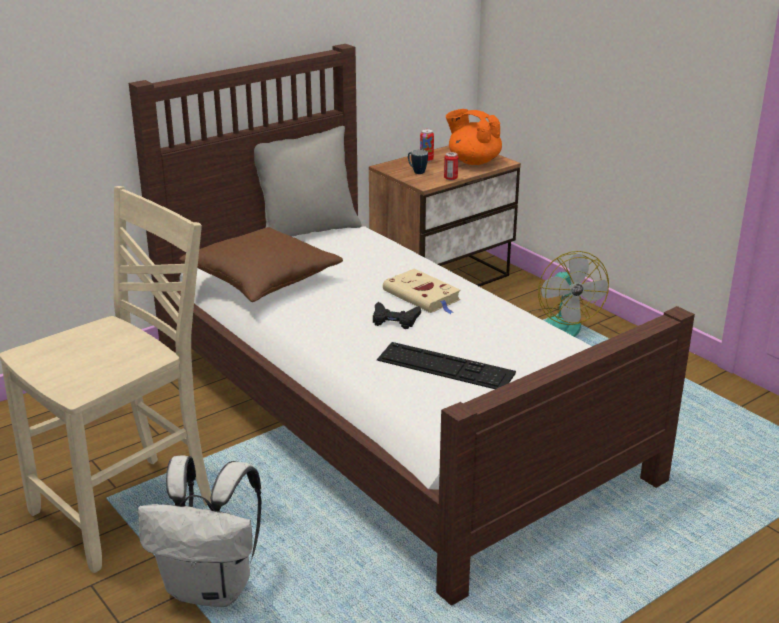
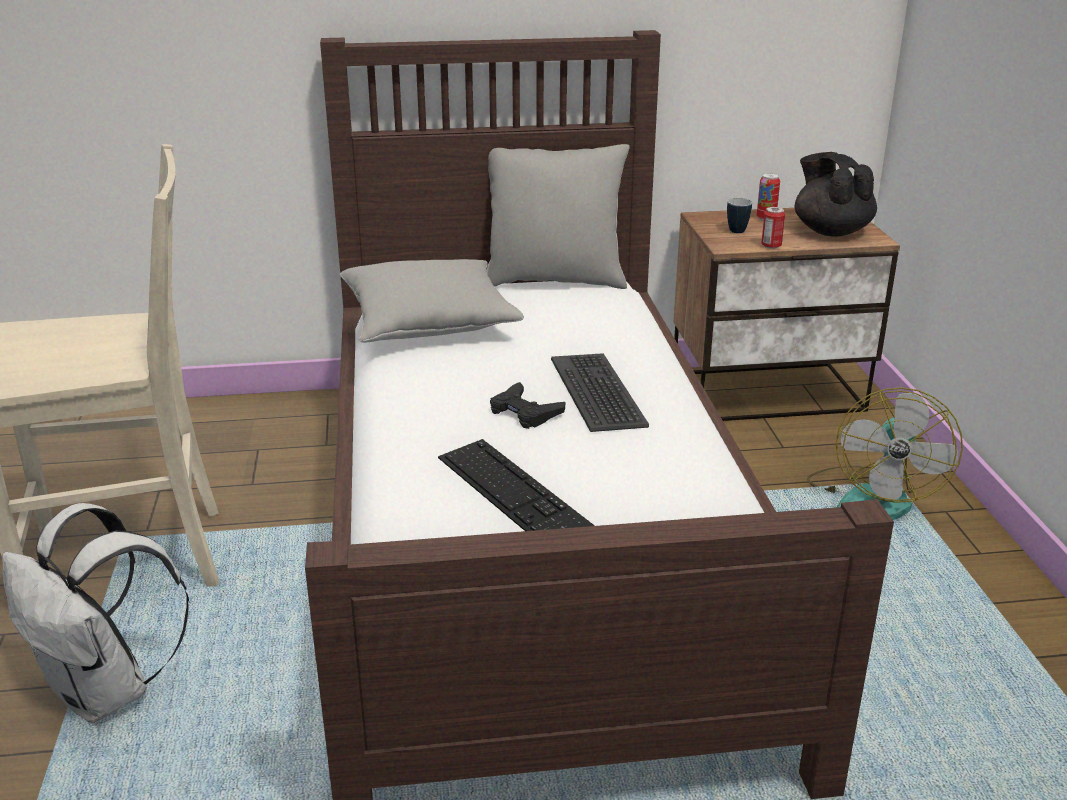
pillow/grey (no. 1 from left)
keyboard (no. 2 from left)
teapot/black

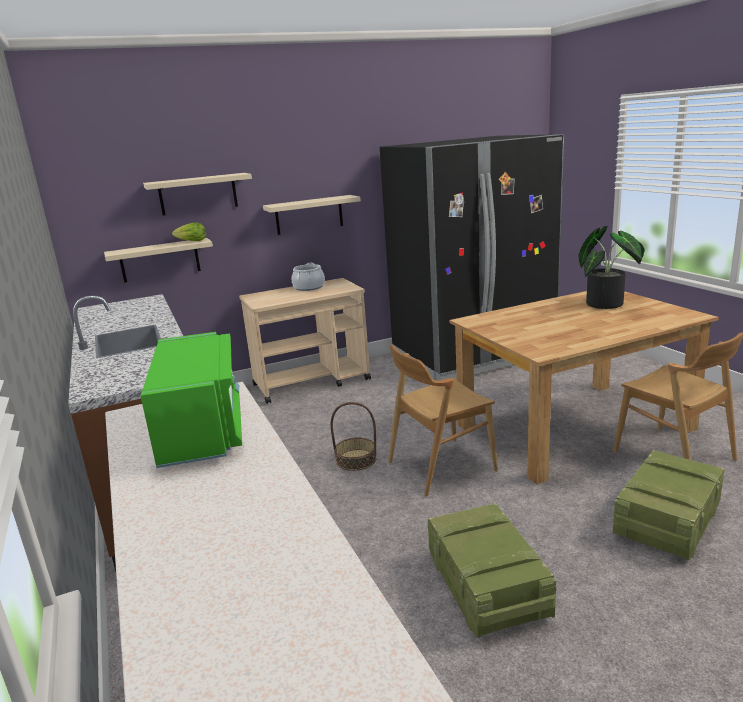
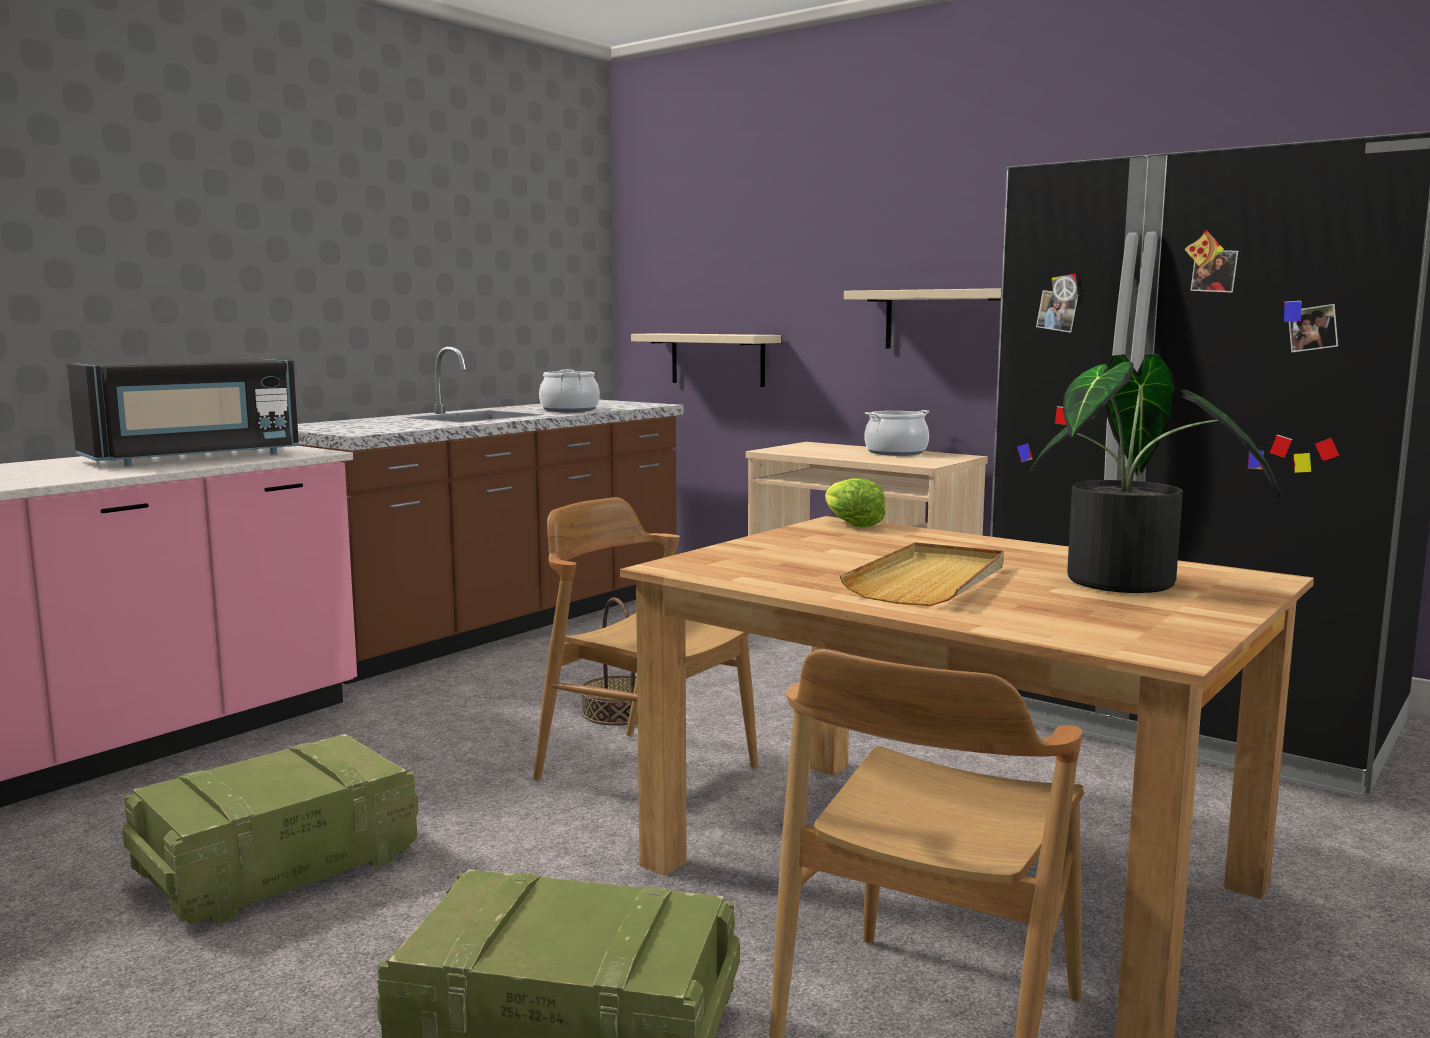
microwave/black
cooking pot (no. 1 from left)
lettuce
tray/beige
shelf/beige (no. 2 from left in the first image)

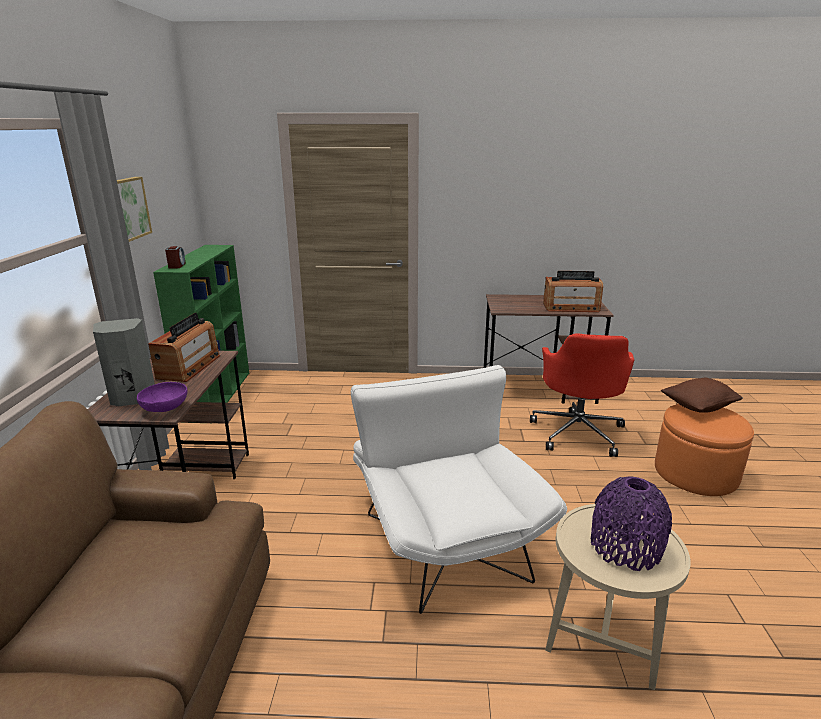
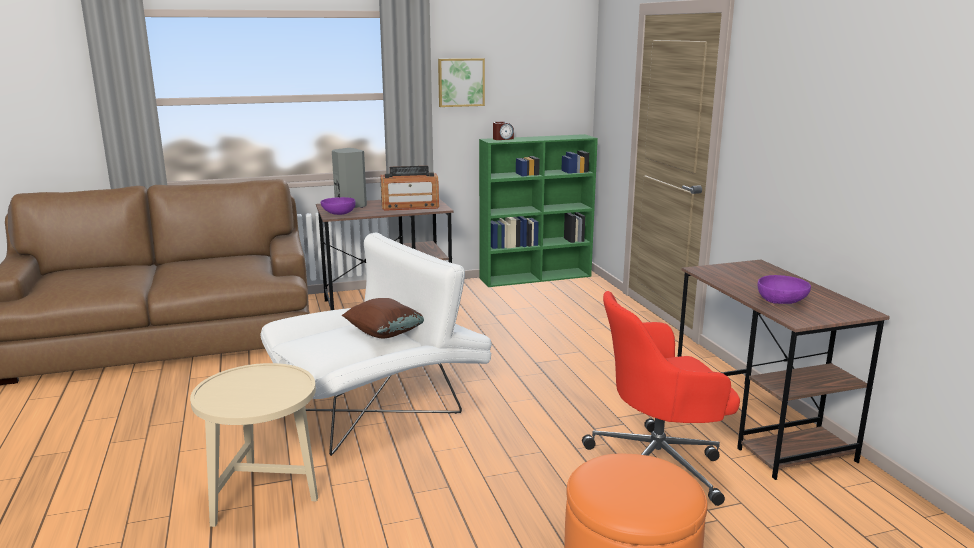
pillow/brown
bowl/purple (no. 2 from left)
vase/purple

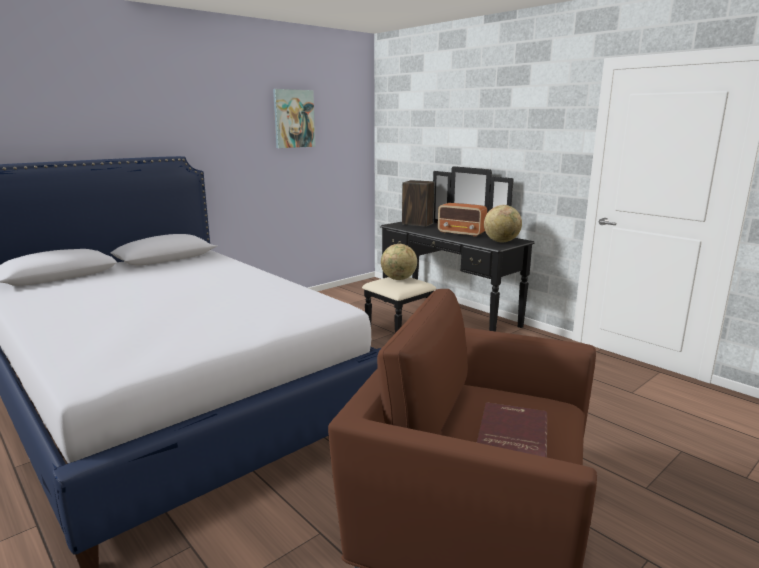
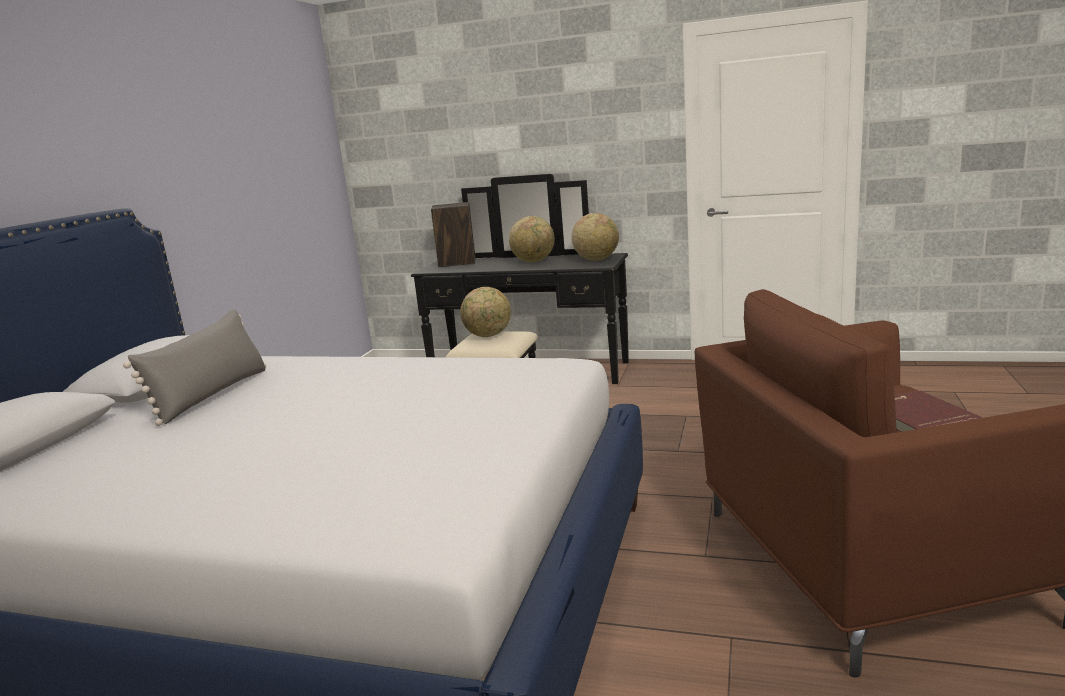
pillow/grey
globe (no. 2 from left)
picture

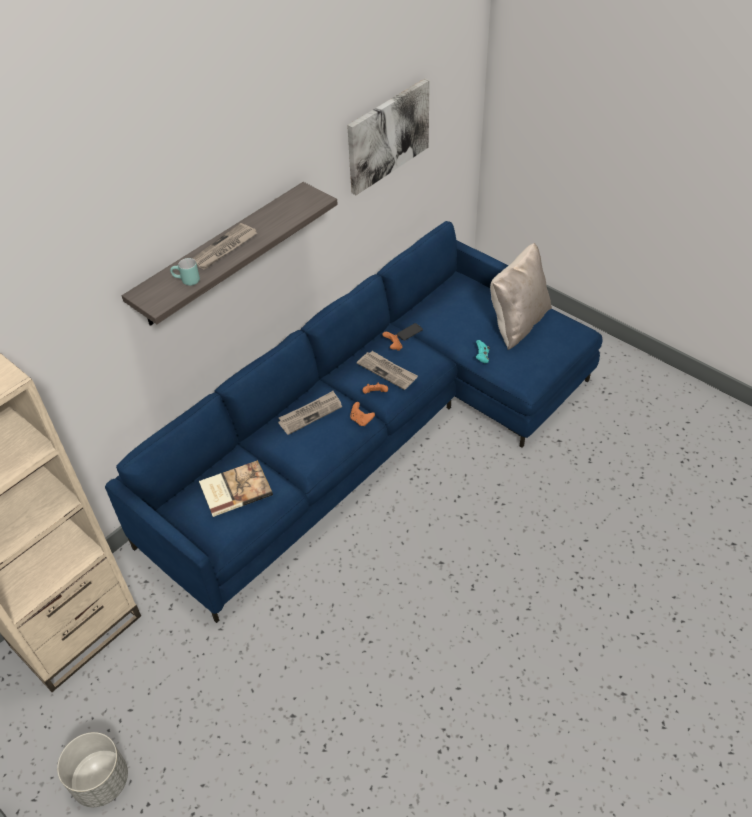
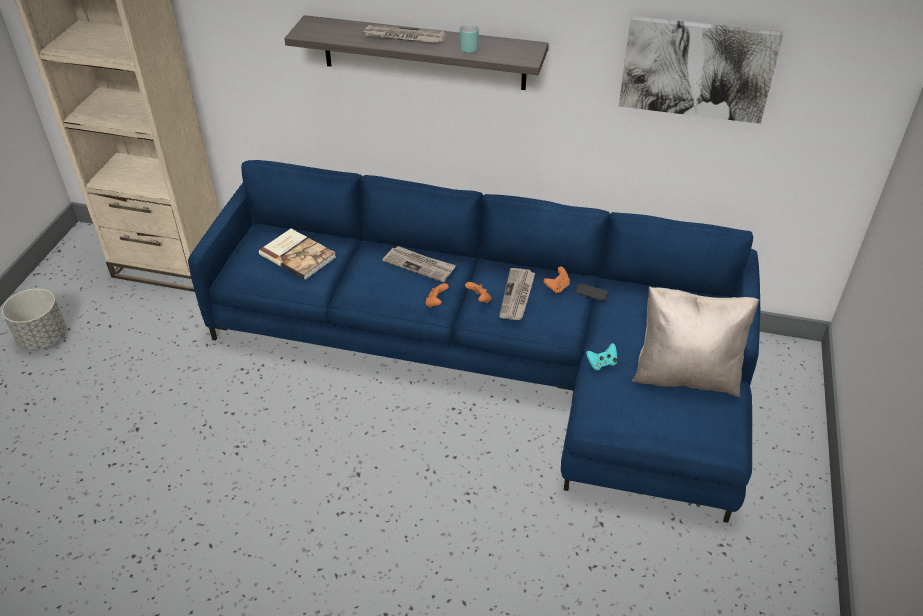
mug/turquoise

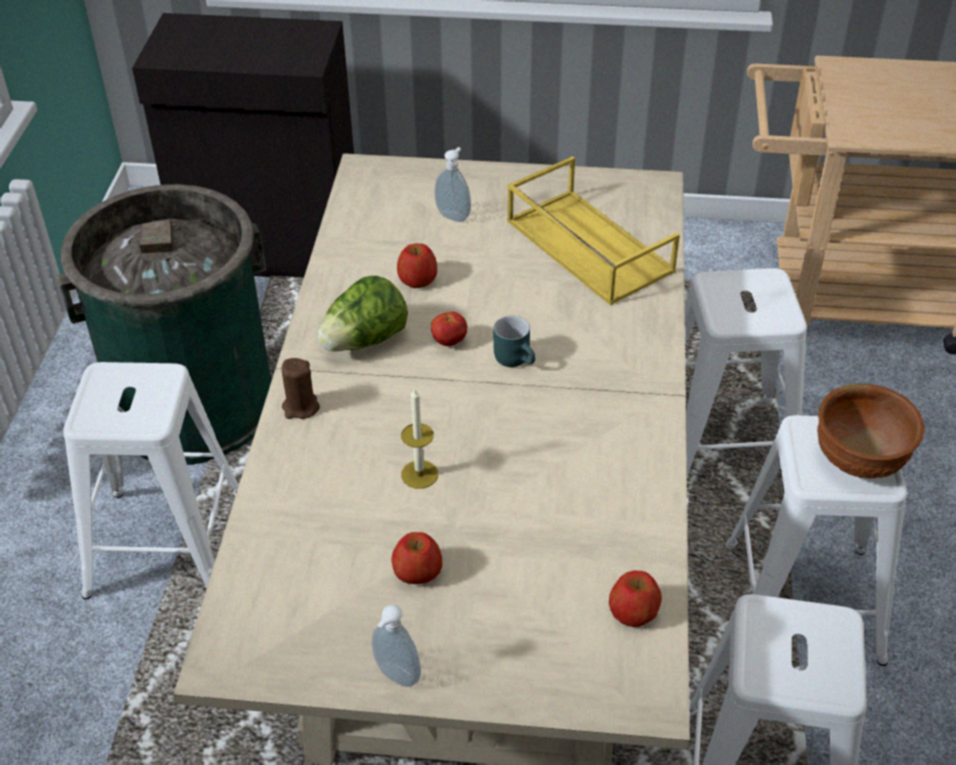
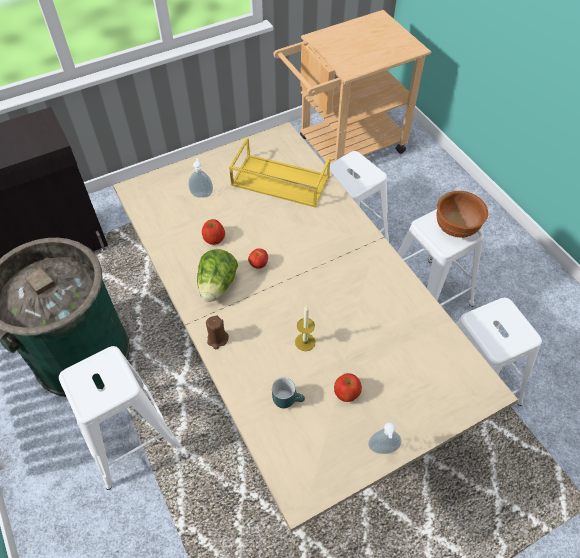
mug/turquoise
apple (no. 3 from left in the first image)

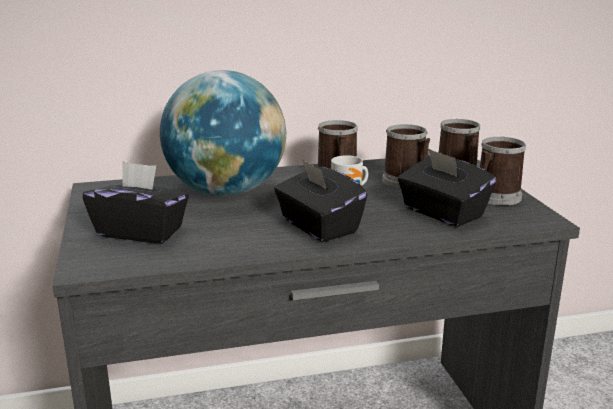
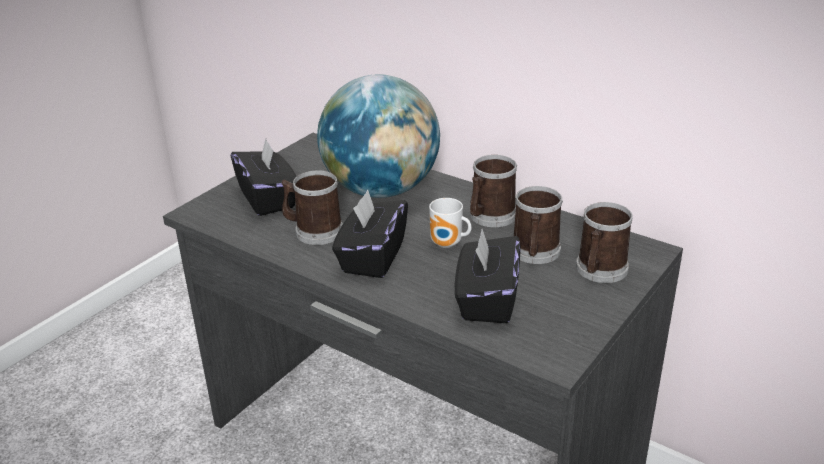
mug (no. 1 from left)

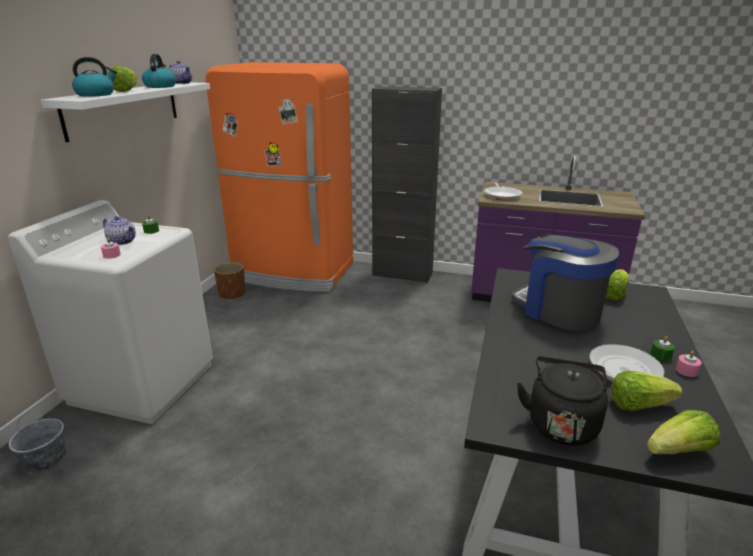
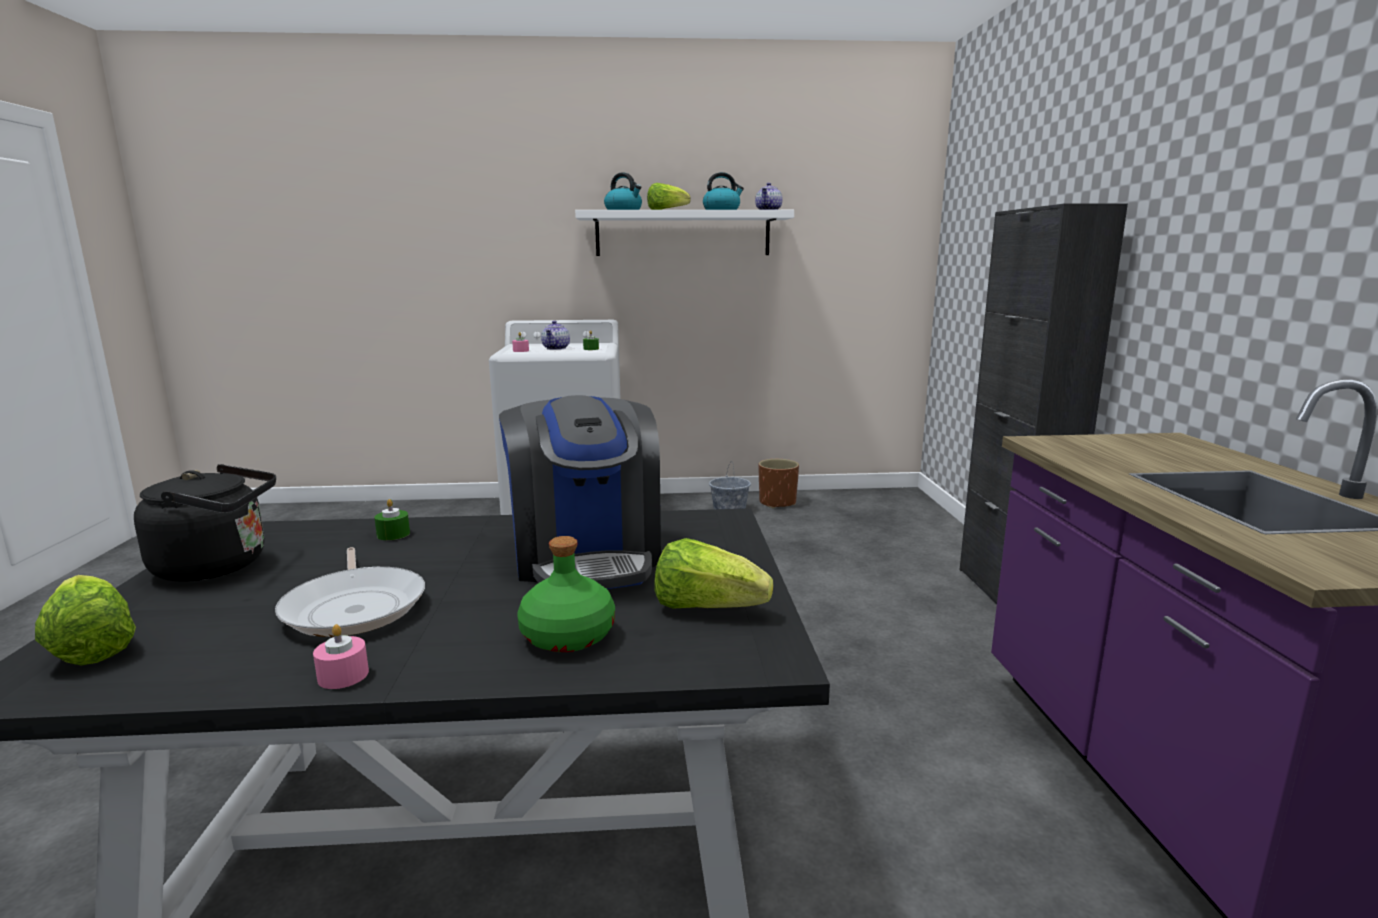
candle/green (no. 1 from left)
coffee machine
bottle/green
bucket/grey
fridge/orange
frying pan (no. 1 from left in the first image)
lettuce (no. 3 from left in the first image)

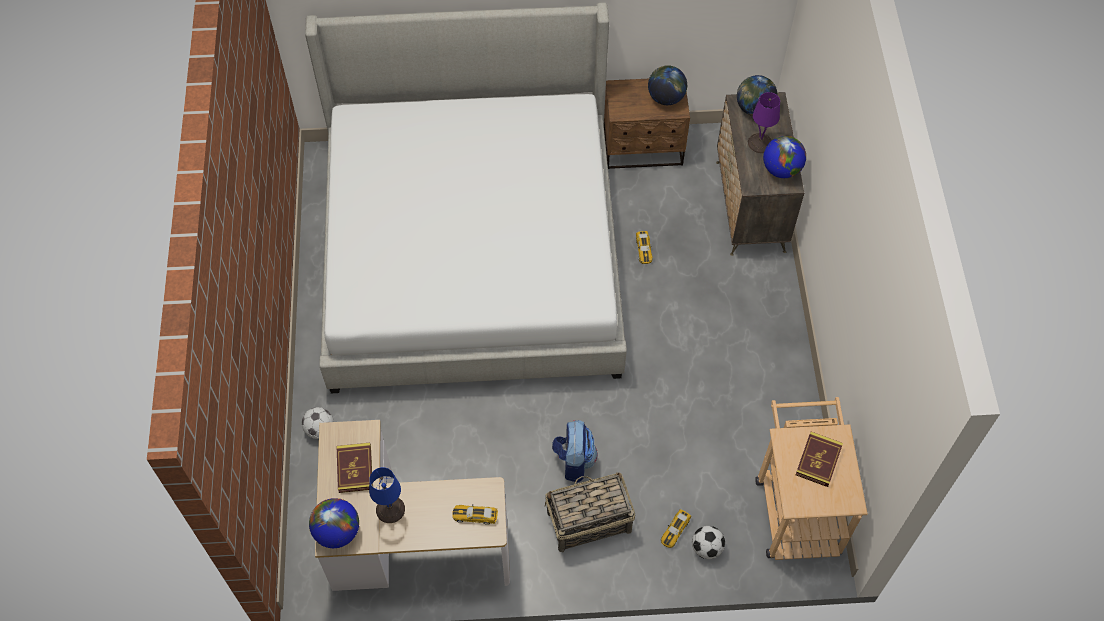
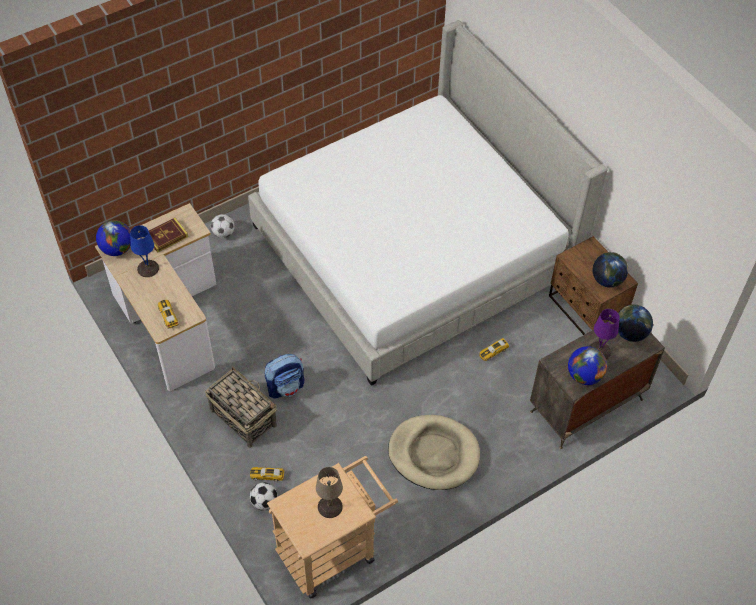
table lamp/beige
dog bed/beige

